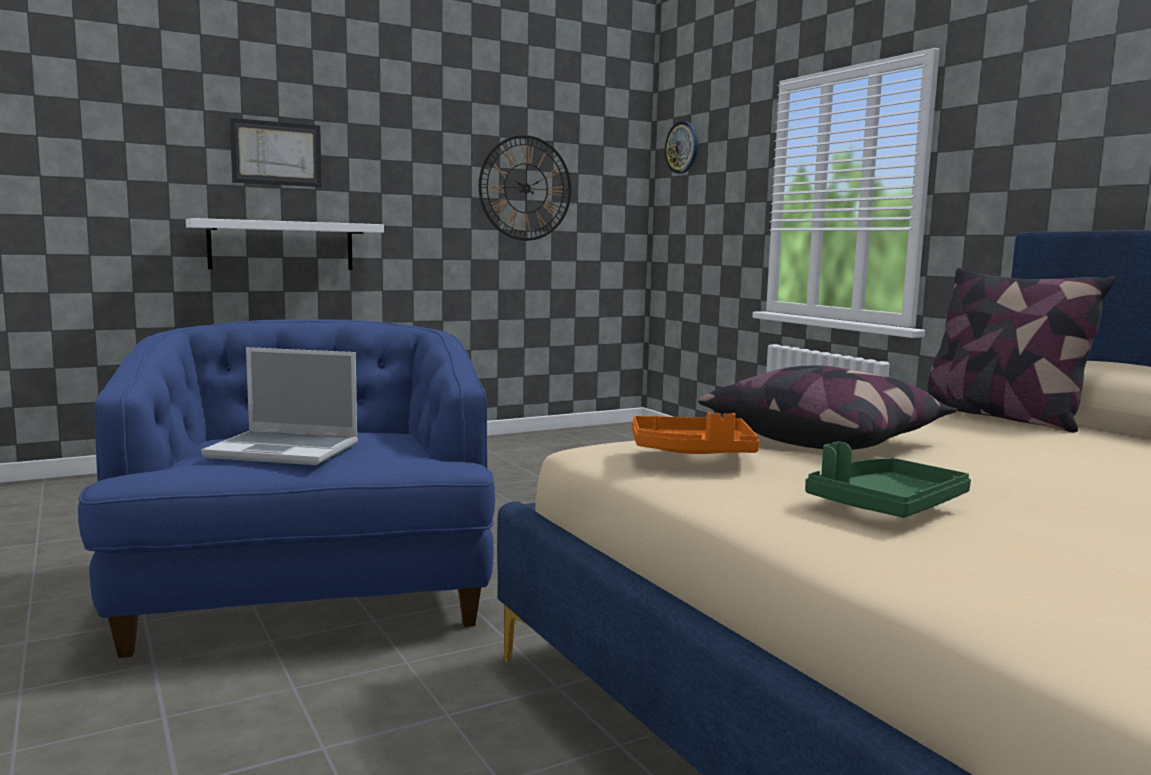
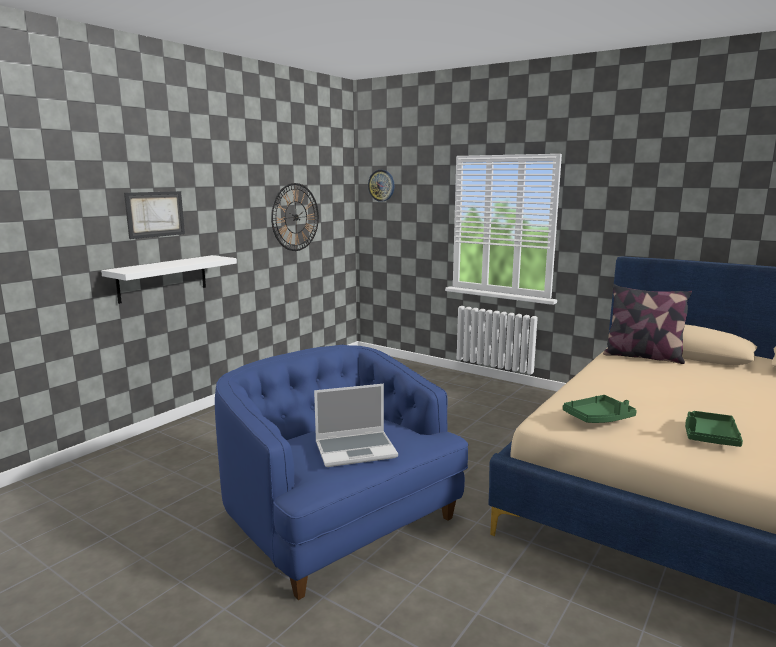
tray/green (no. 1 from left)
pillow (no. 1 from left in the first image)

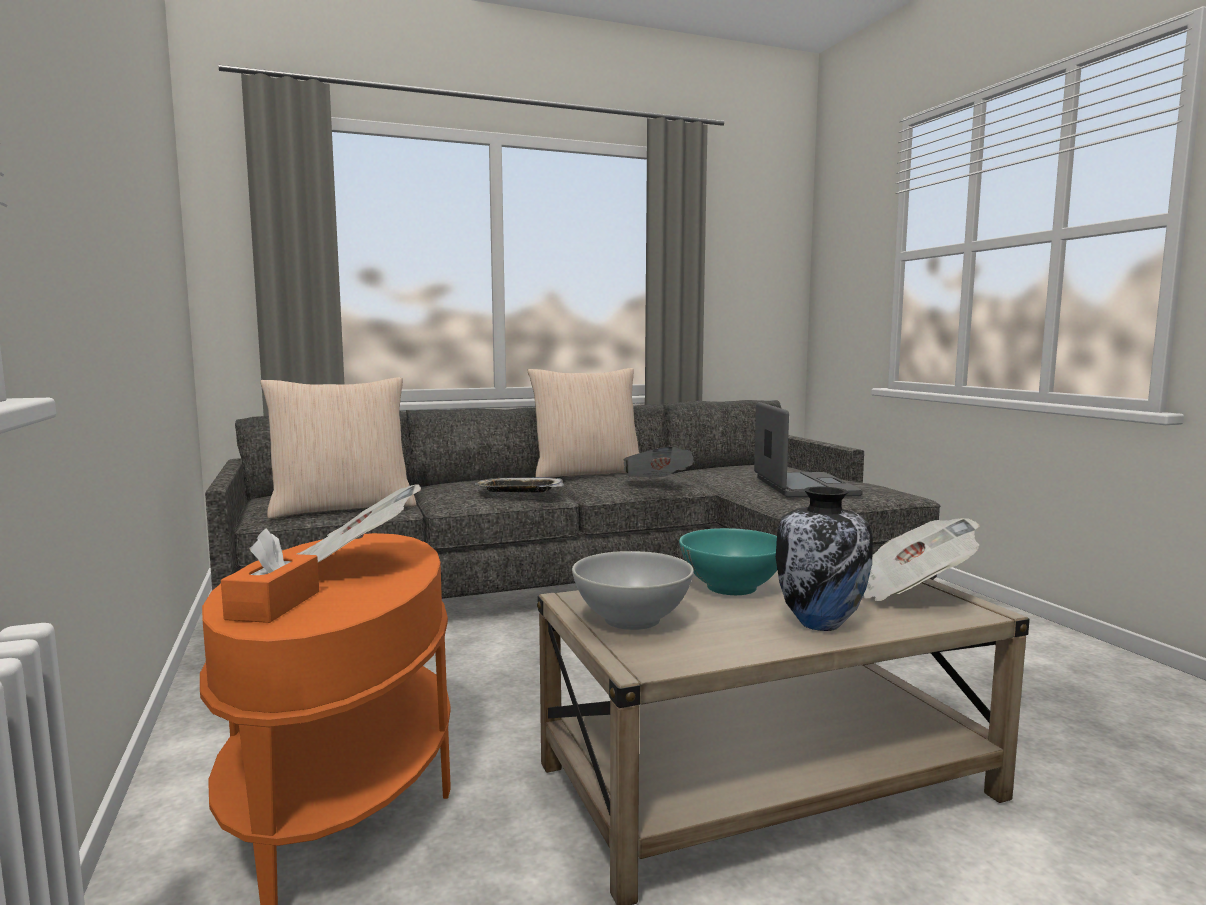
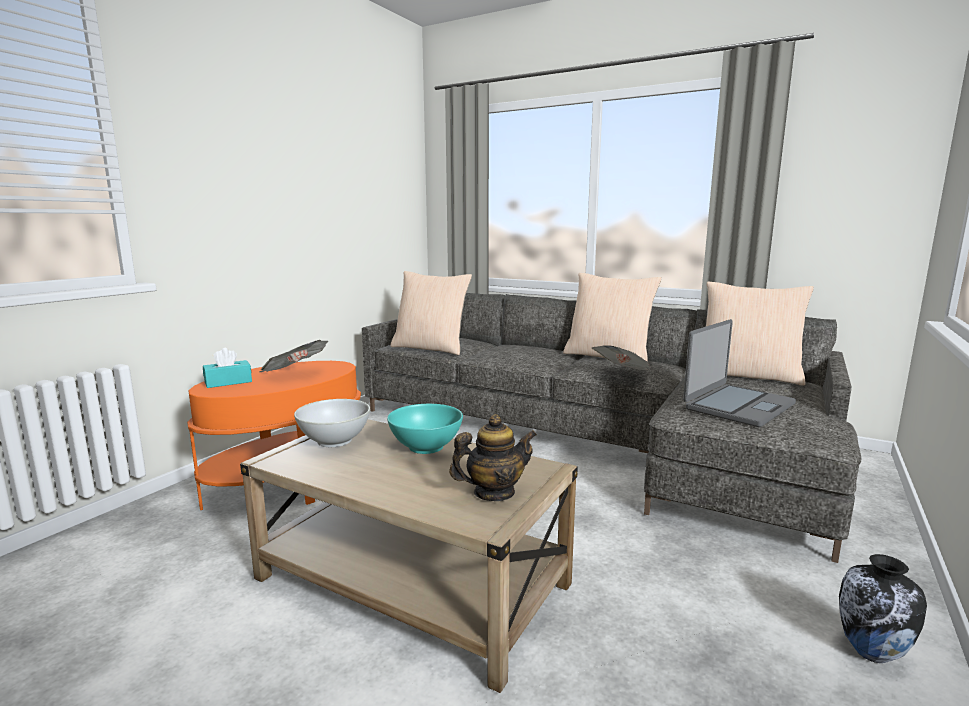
tissue box/turquoise
teapot
pillow/beige (no. 3 from left)
vase
tray

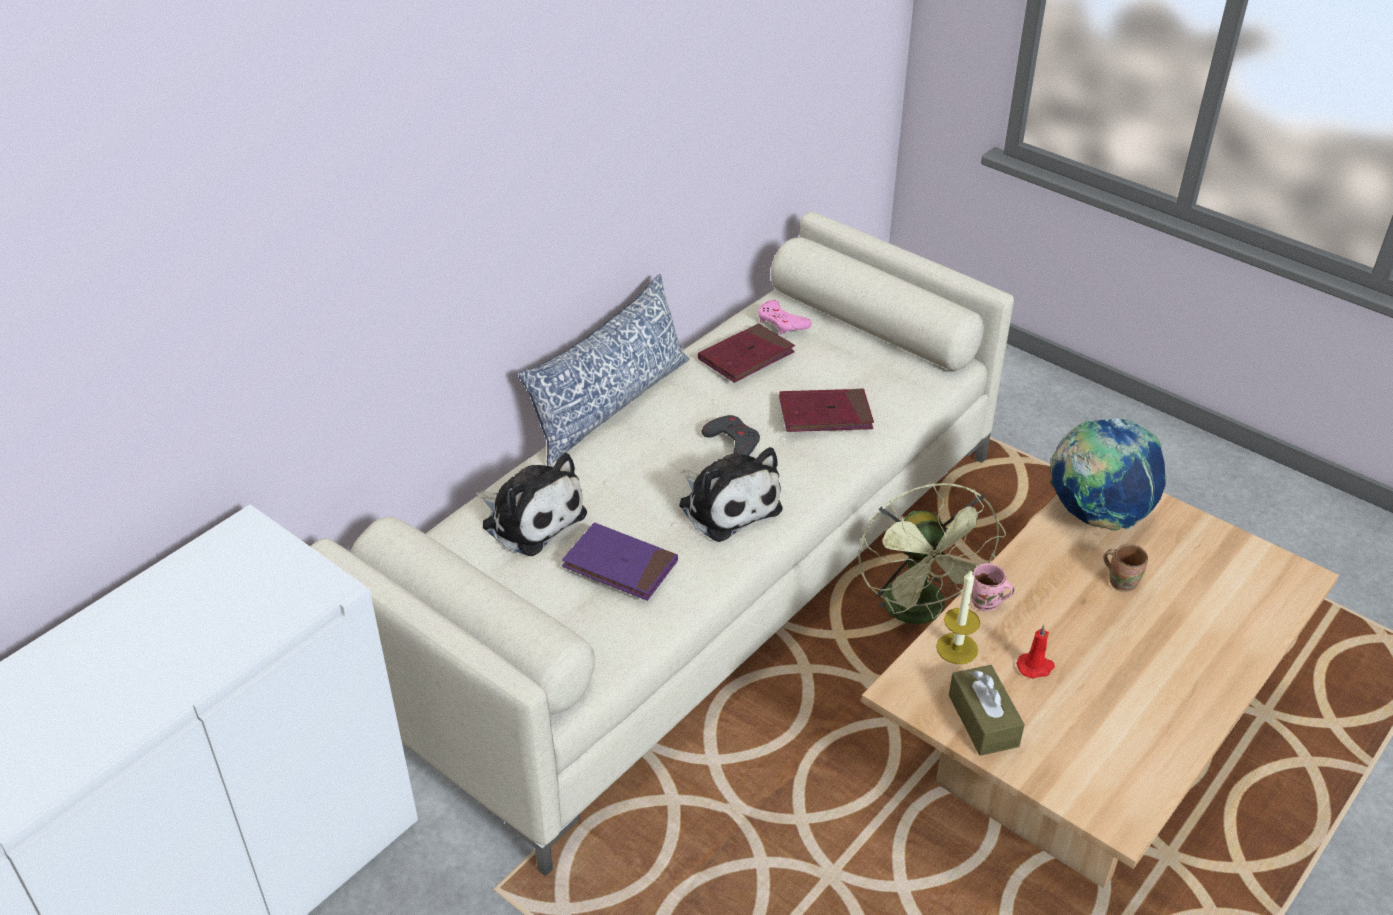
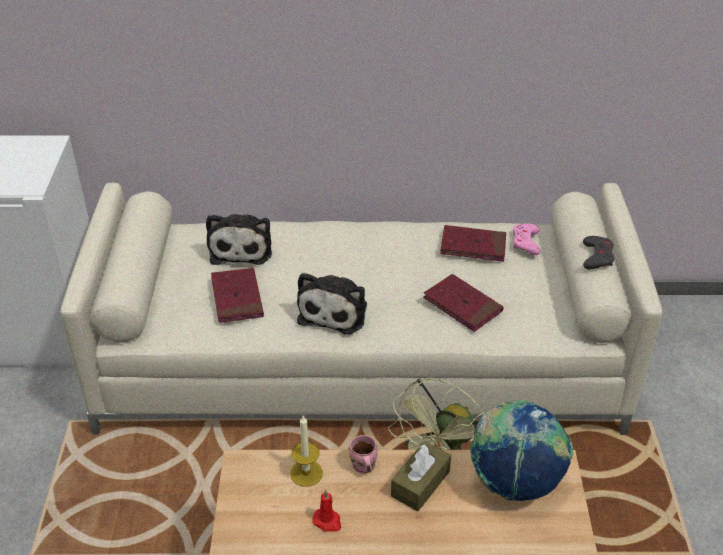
book/red (no. 1 from left)
tissue box/brown
game controller/grey
pillow
mug/brown

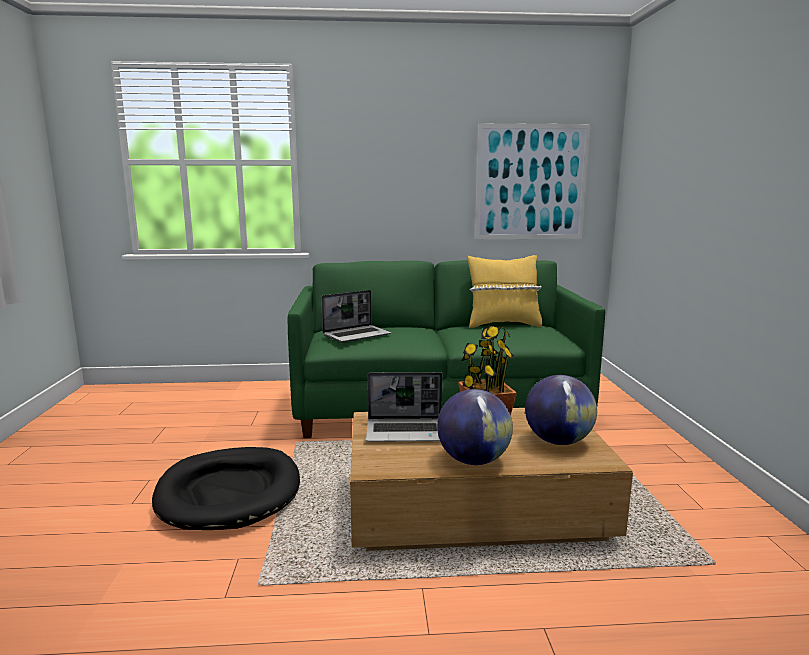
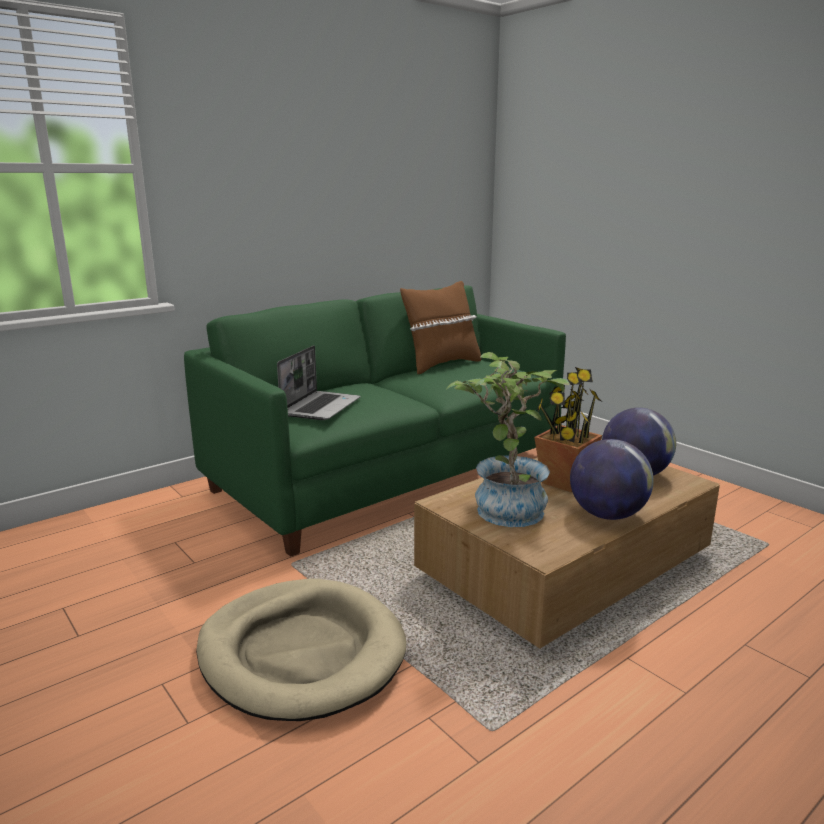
dog bed/beige
pillow/brown
potted plant (no. 1 from left)
picture

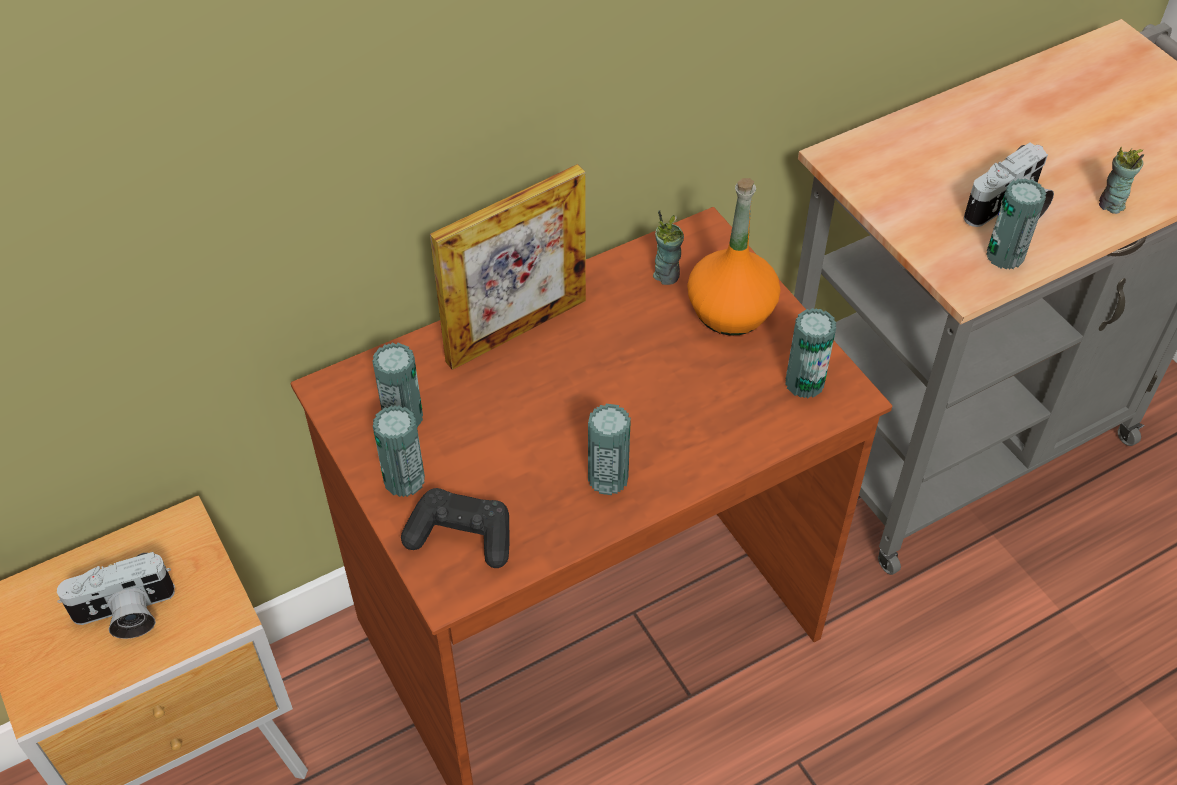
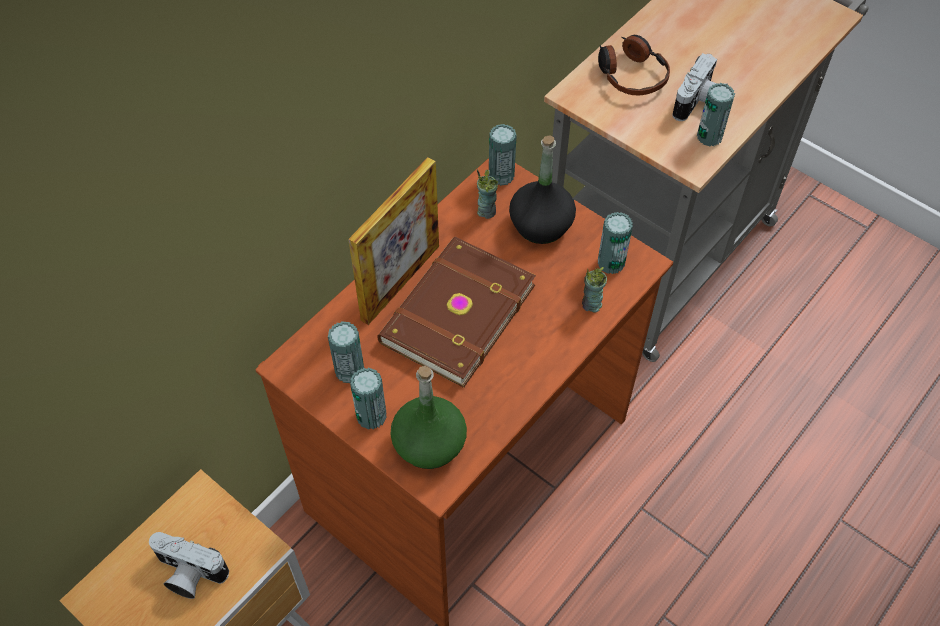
photo camera (no. 1 from left)
book/brown
bottle/green
can (no. 3 from left)
bottle/black
cup (no. 2 from left)
headphones

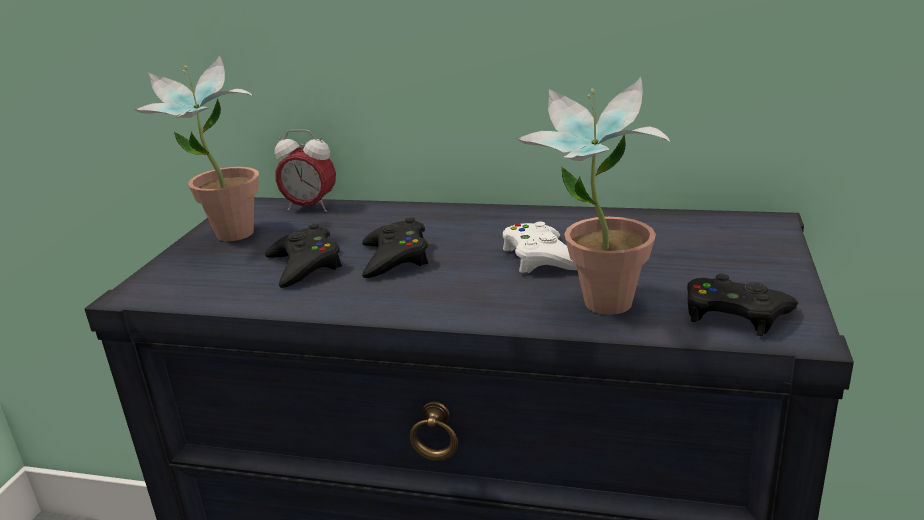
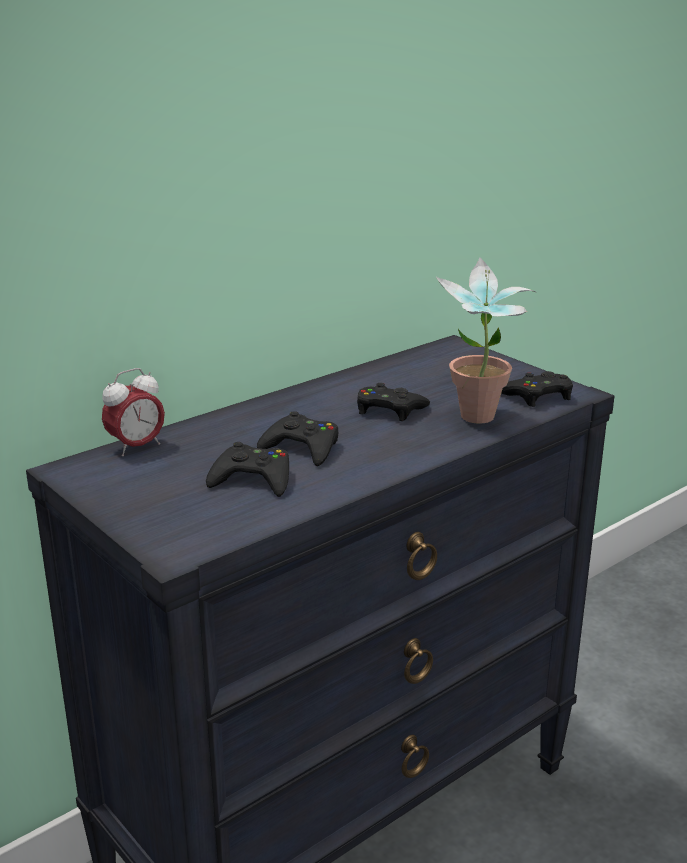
game controller/black (no. 3 from left)
potted plant (no. 1 from left in the first image)

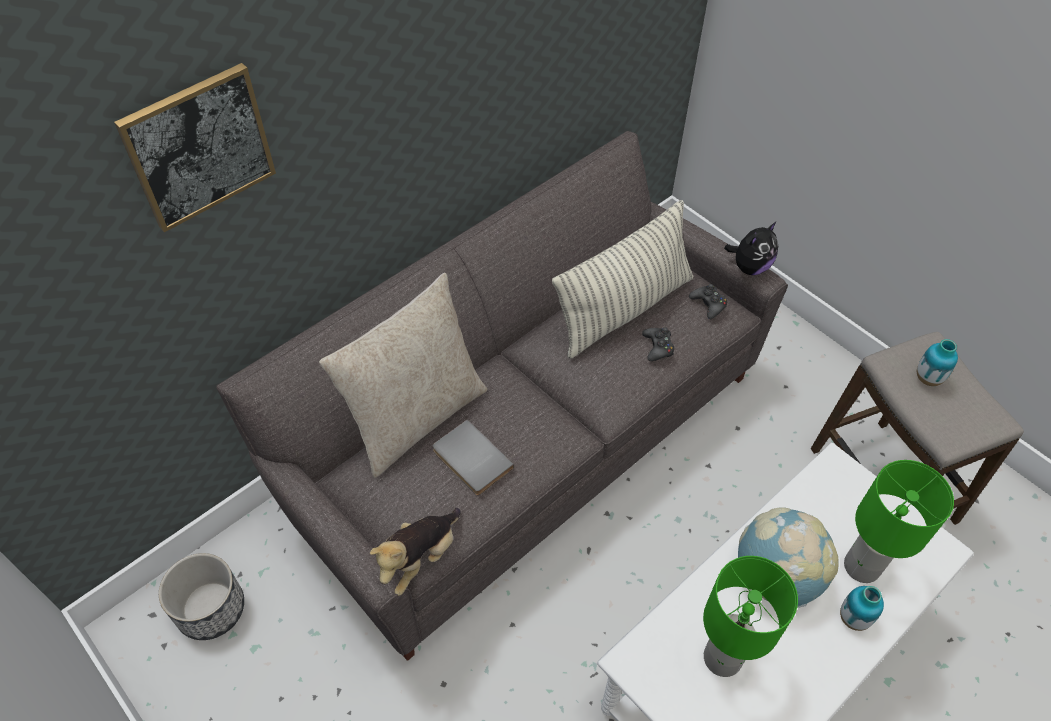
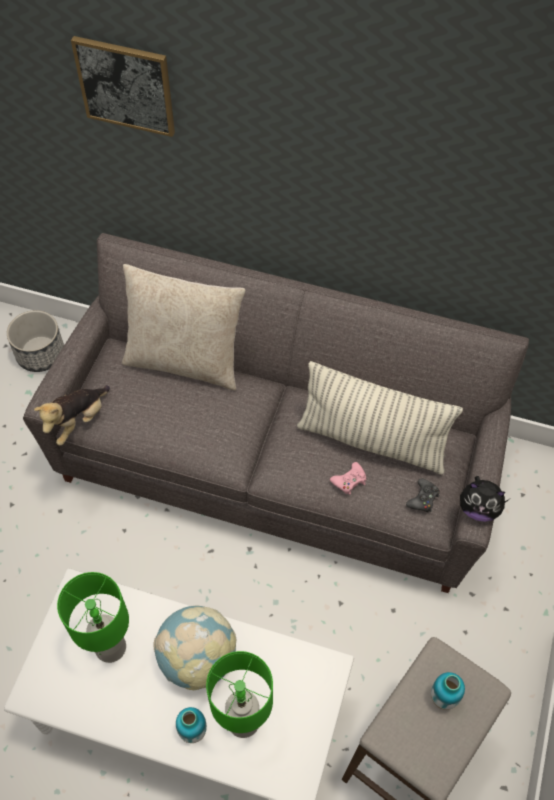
plush toy (no. 1 from left)
game controller/pink
book/grey

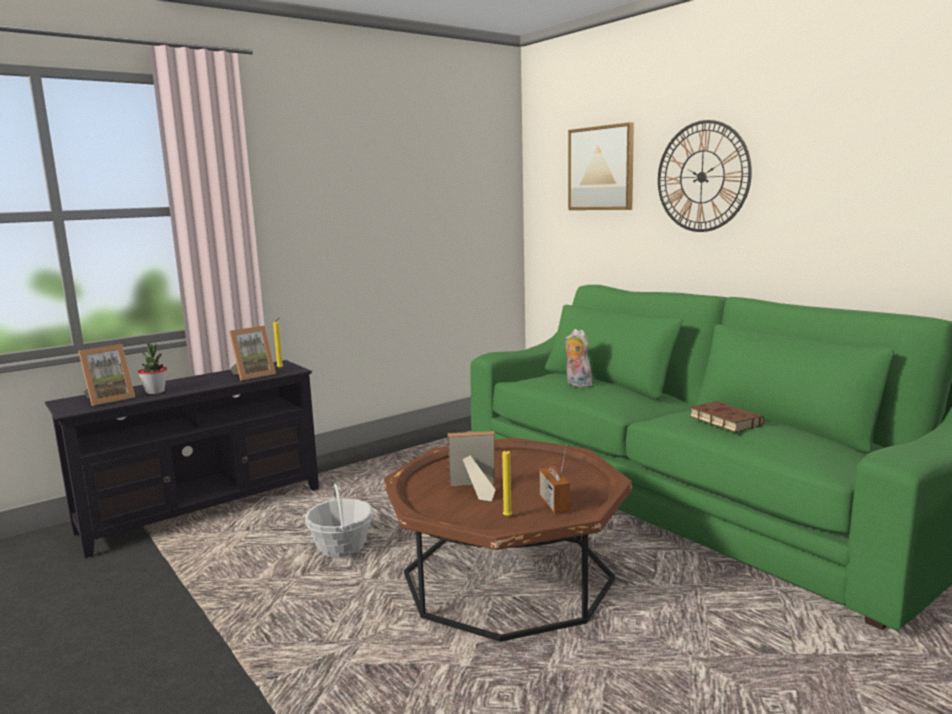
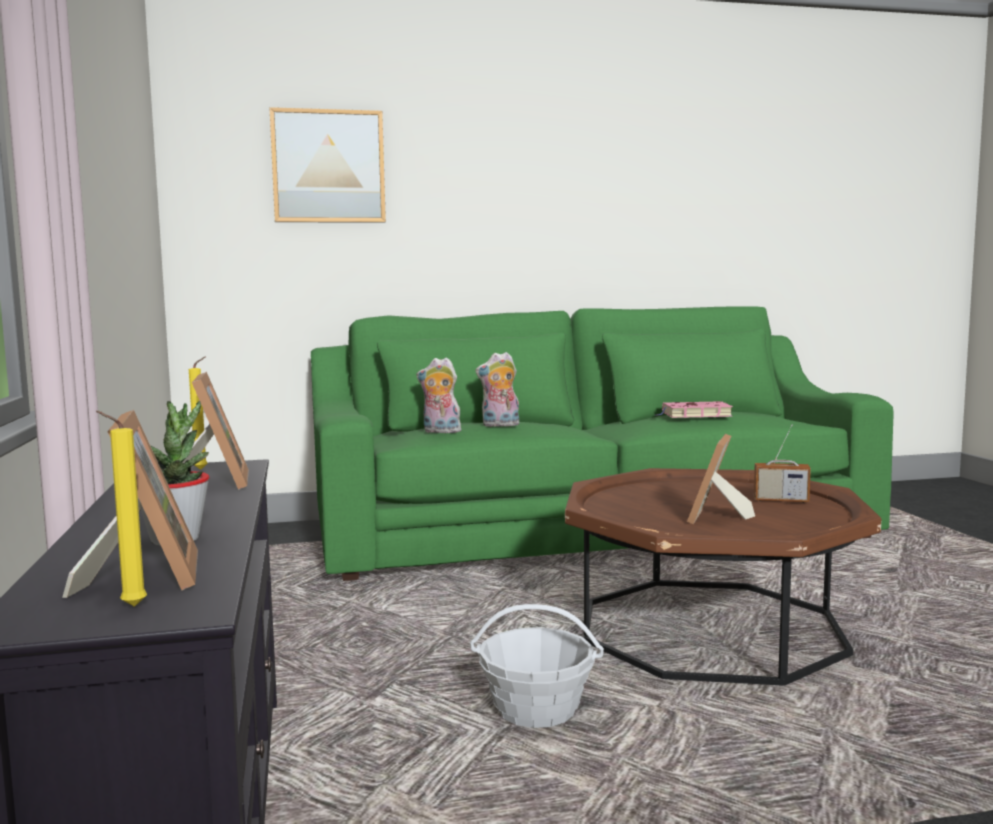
candle/yellow (no. 1 from left)
plush toy (no. 1 from left)
book/pink
wall clock

